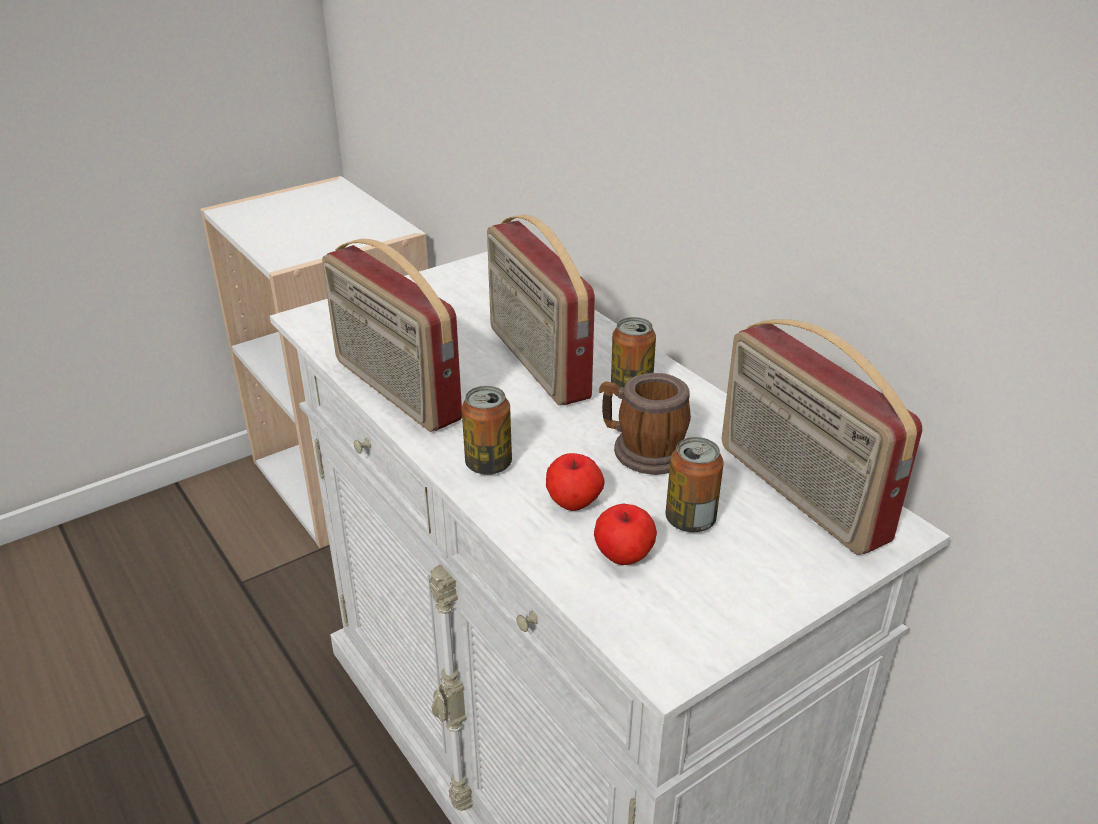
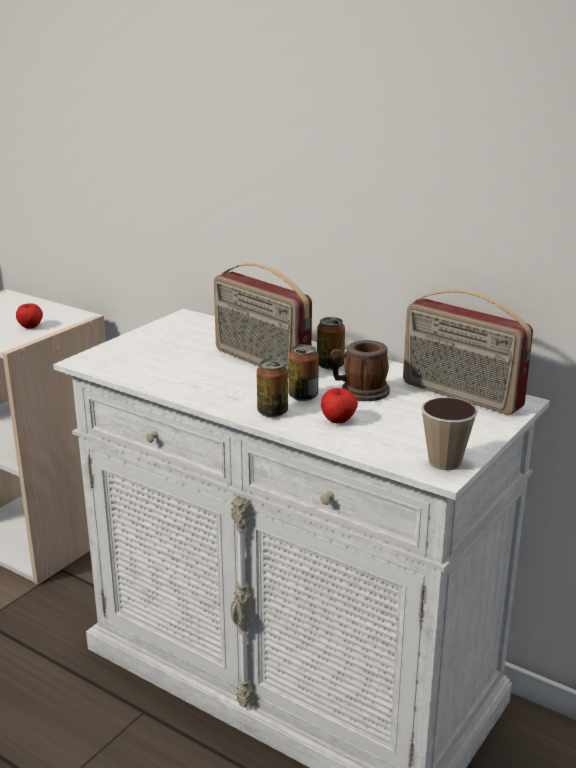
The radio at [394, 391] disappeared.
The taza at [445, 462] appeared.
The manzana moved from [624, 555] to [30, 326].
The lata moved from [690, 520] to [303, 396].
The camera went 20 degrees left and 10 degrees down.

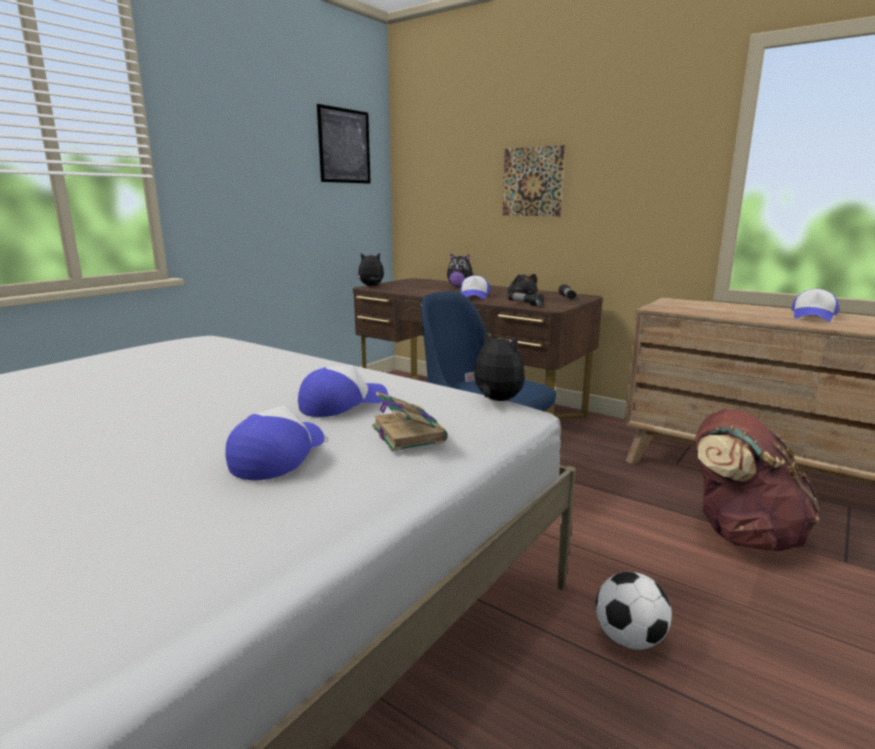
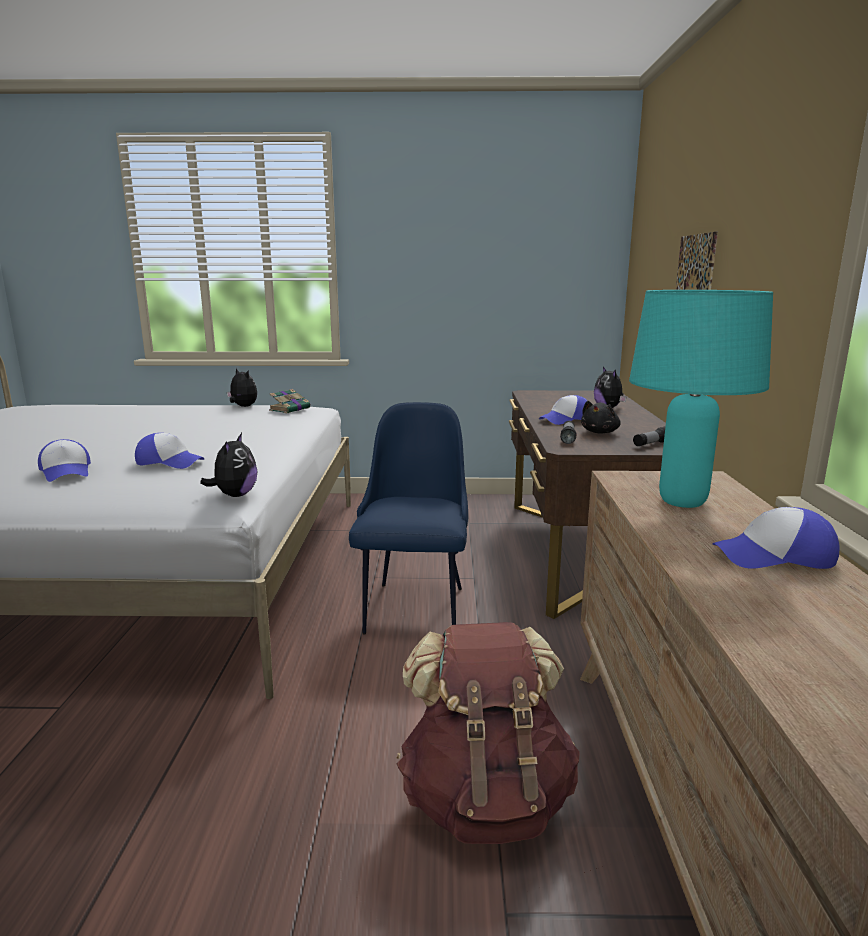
The cuadro at [344, 146] disappeared.
The balón de fútbol at [629, 639] disappeared.
The lámpara de mesa [turquesa] at [682, 502] appeared.
The peluche moved from [371, 286] to [243, 406].
The libro moved from [407, 433] to [290, 409].
The gorra at [278, 455] turned 75 degrees clockwise.
The camera went 55 degrees right and 0 degrees up.

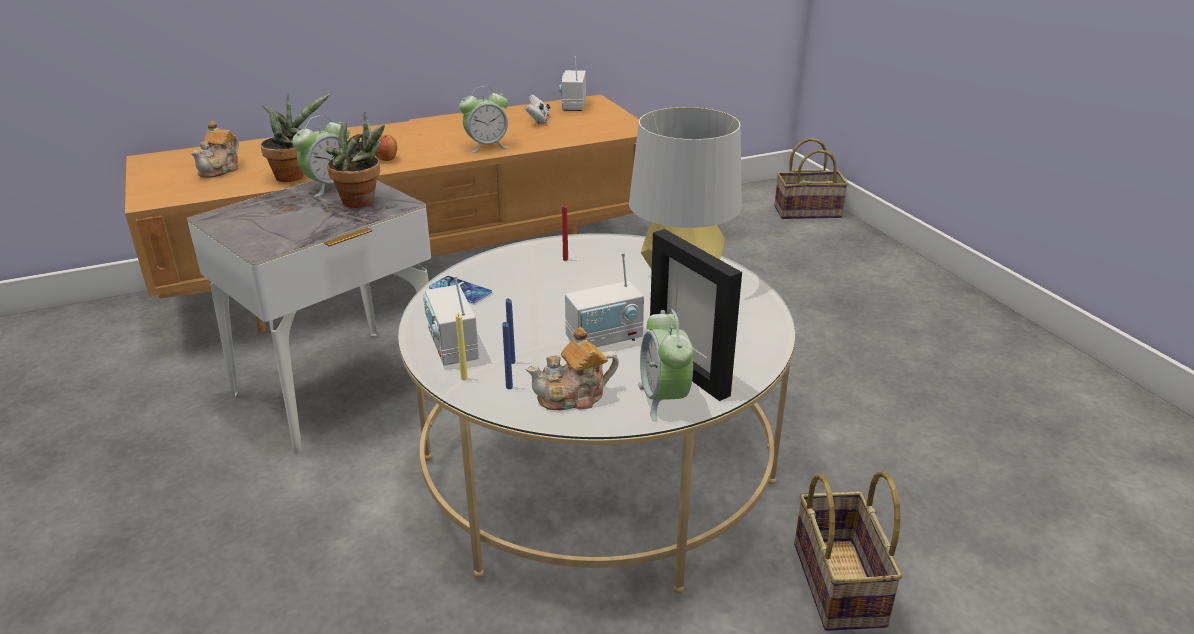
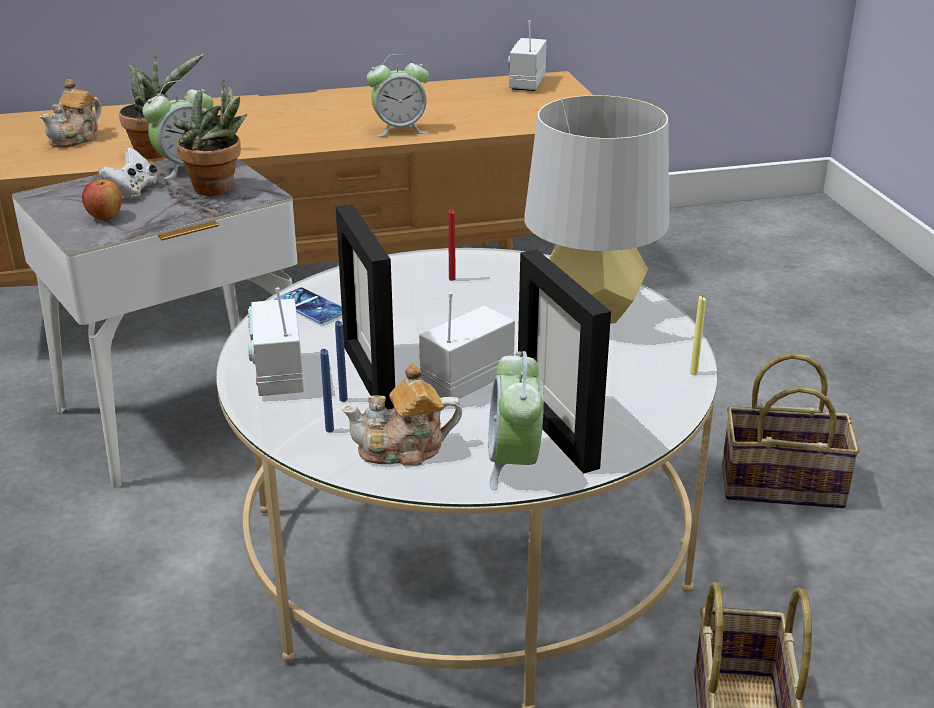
The portarretratos at [371, 375] appeared.
The manzana moved from [386, 159] to [105, 217].
The vela [amarillo] moved from [464, 378] to [693, 372].
The mando de consola [blanco] moved from [538, 120] to [133, 191].
The cesta moved from [809, 211] to [785, 484].
The radio at [604, 339] turned 150 degrees clockwise.
The camera went 10 degrees right and 0 degrees up.

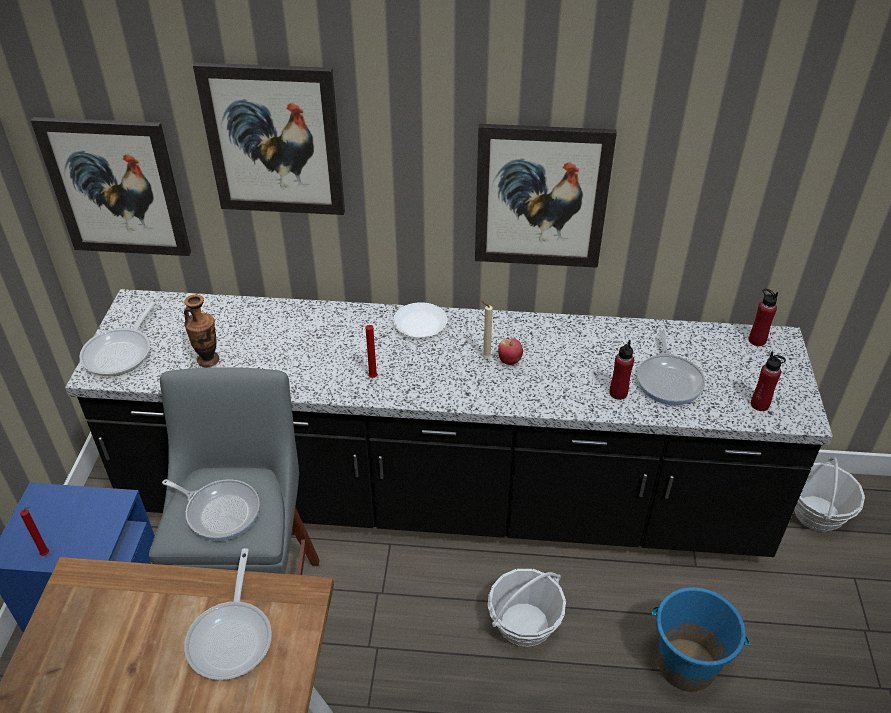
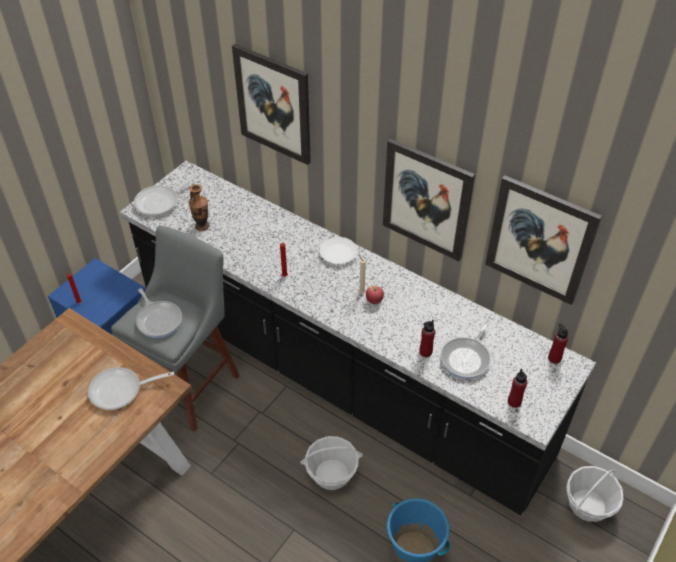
The cuadro moved from [116, 188] to [540, 240].
The sartén at [232, 636] turned 45 degrees clockwise.
The camera went 30 degrees right and 5 degrees up.

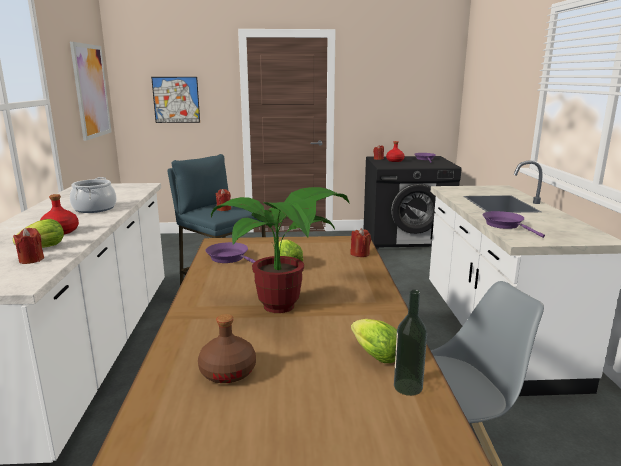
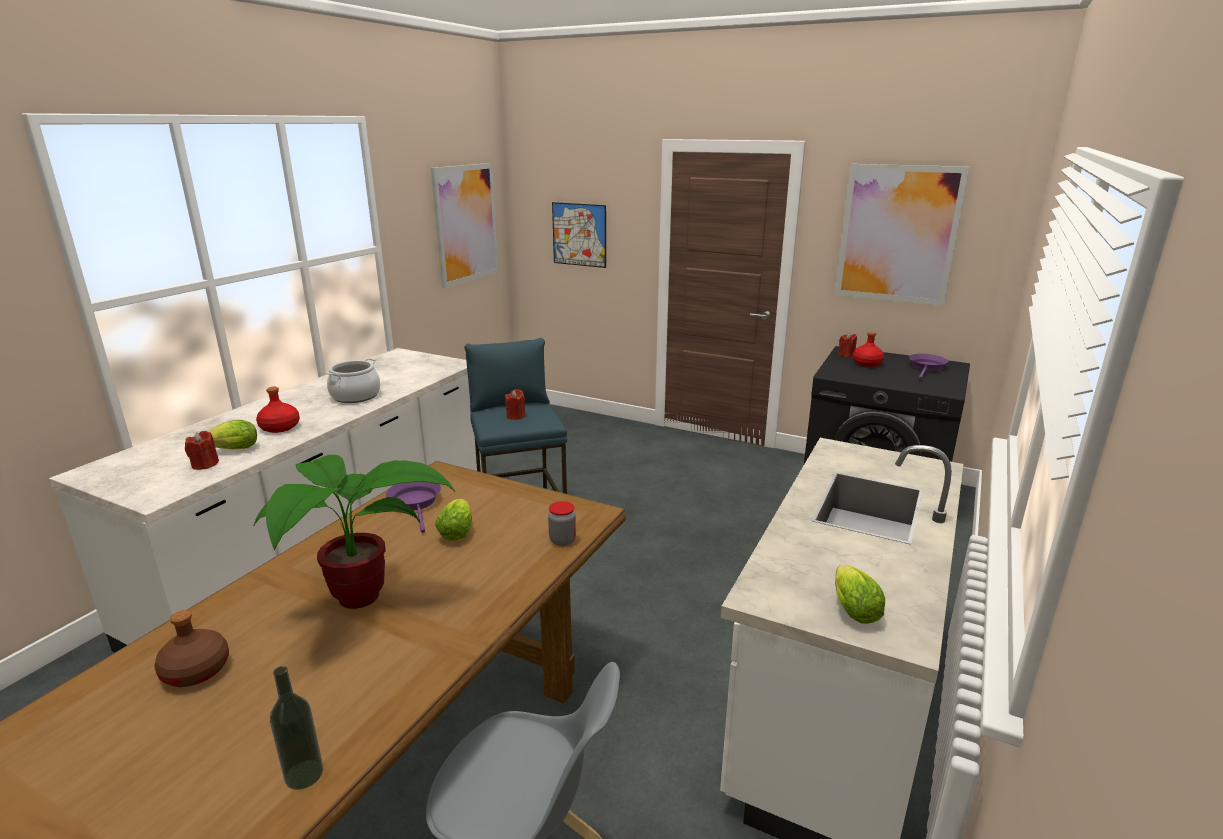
The sartén [morado] at [505, 225] disappeared.
The cuadro at [898, 234] appeared.
The lechuga moved from [373, 354] to [852, 608].
The vela [rojo] at [360, 254] was replaced by the tarro at [562, 540].
The camera went 30 degrees right and 5 degrees up.

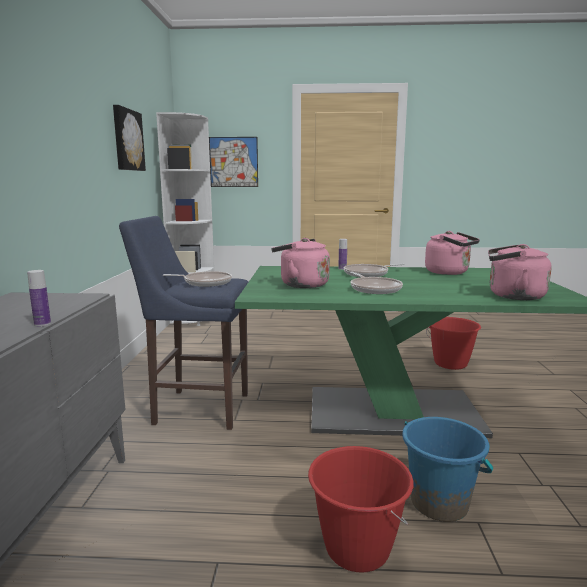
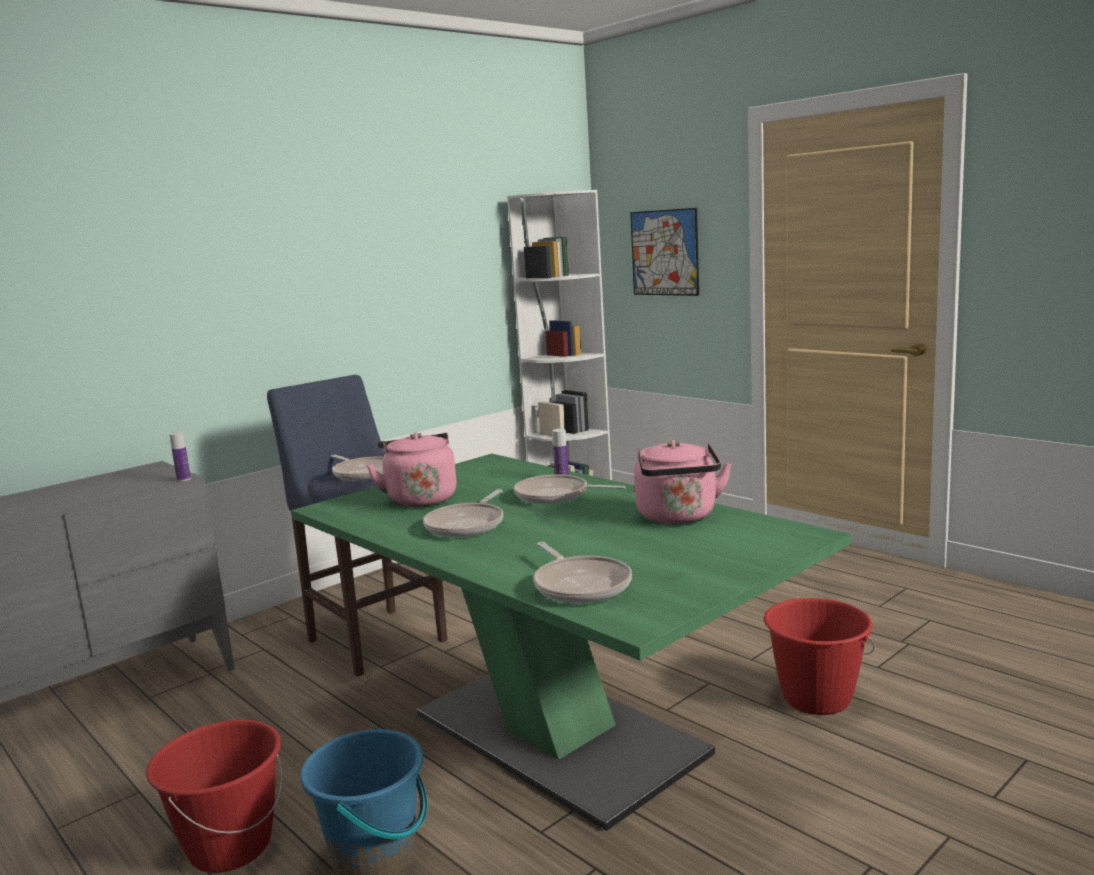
The cuadro at [127, 140] disappeared.
The botella moved from [42, 324] to [183, 479].
The hervidor [rosa] at [512, 296] was replaced by the sartén at [580, 585].
The camera went 45 degrees right and 0 degrees up.

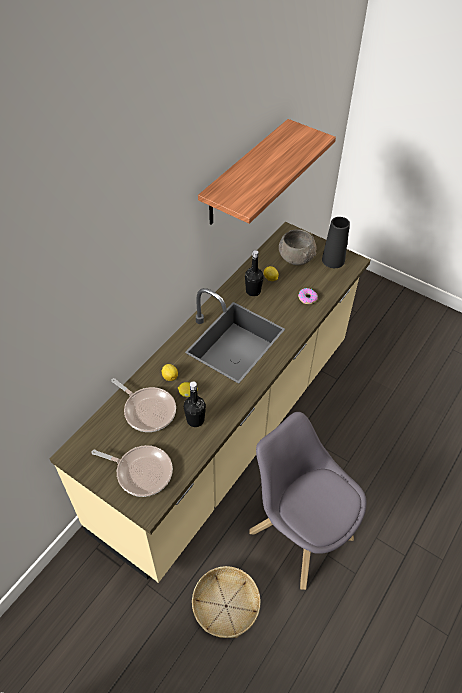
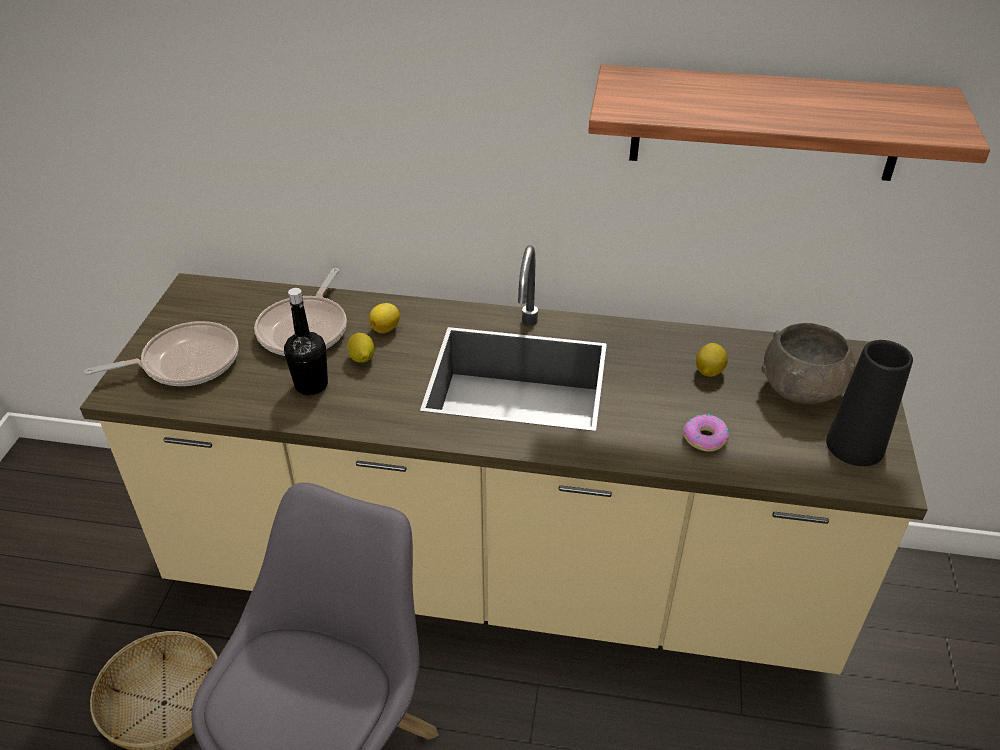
The botella [negro] at [253, 291] disappeared.
The sartén at [141, 472] turned 105 degrees counterclockwise.
The camera went 65 degrees right and 10 degrees down.

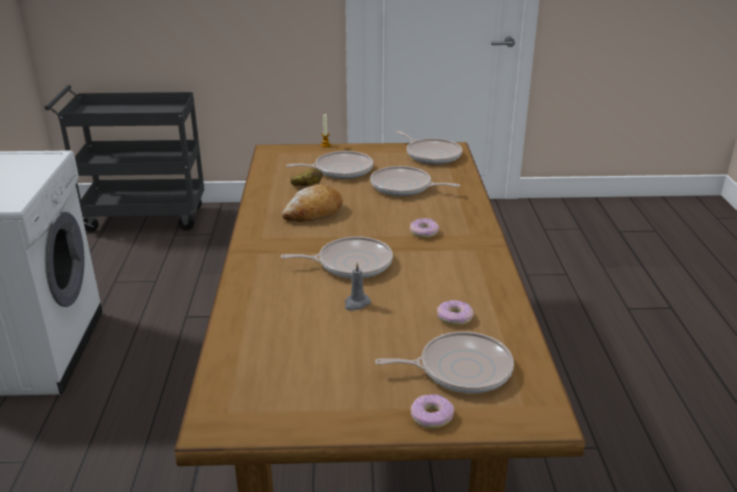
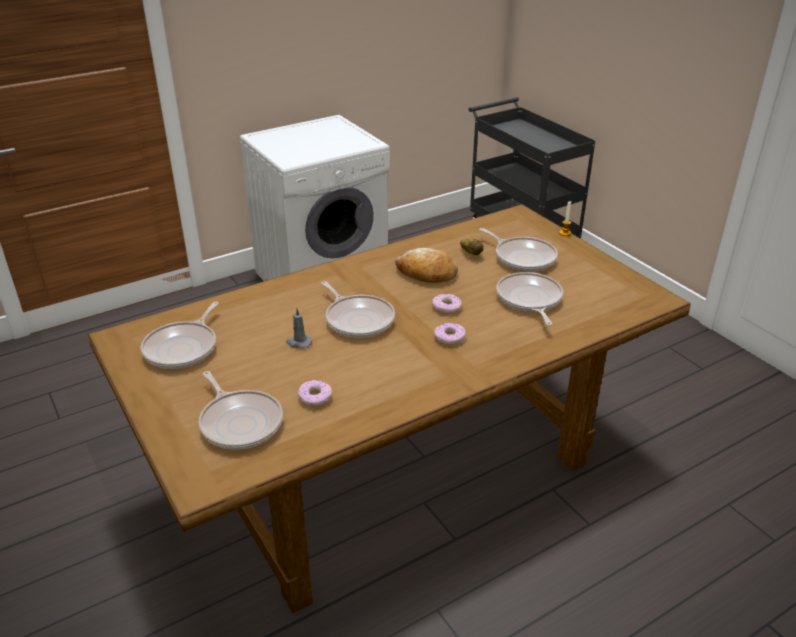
The sartén moved from [431, 155] to [183, 348].
The rosquilla moved from [431, 416] to [446, 308].
The camera went 60 degrees right and 5 degrees up.

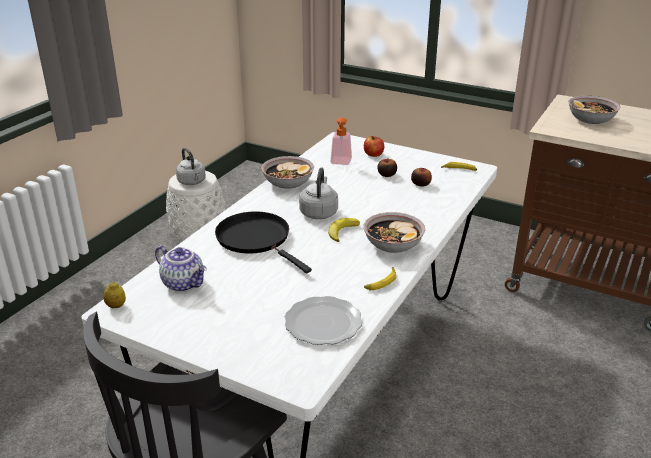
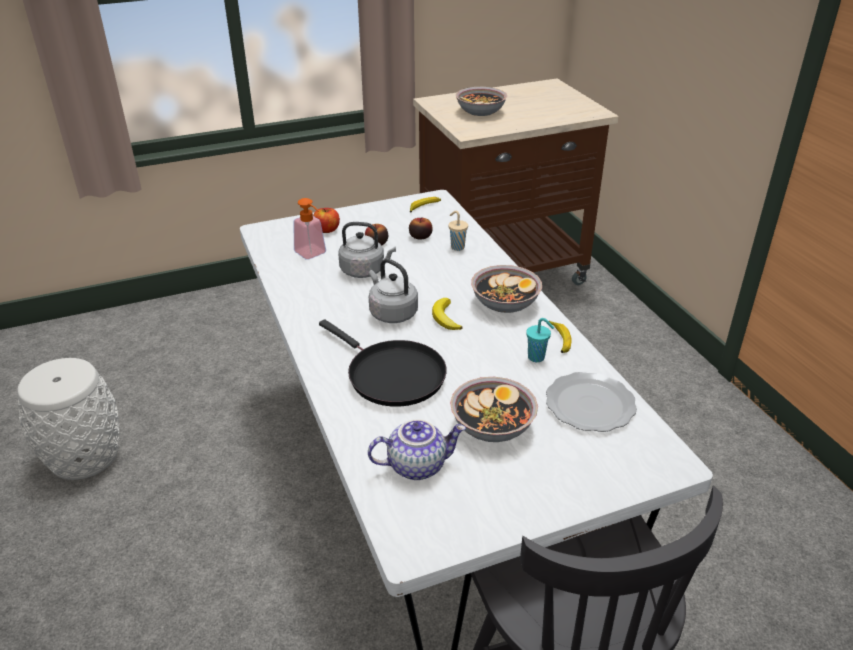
The limón at [116, 306] disappeared.
The taza [beis] at [457, 247] appeared.
The taza [turquesa] at [537, 358] appeared.
The hervidor [gris] moved from [192, 182] to [365, 271].
The cuenco moved from [288, 183] to [492, 426].
The sartén [negro] at [256, 239] turned 135 degrees counterclockwise.
The camera went 50 degrees left and 5 degrees up.

